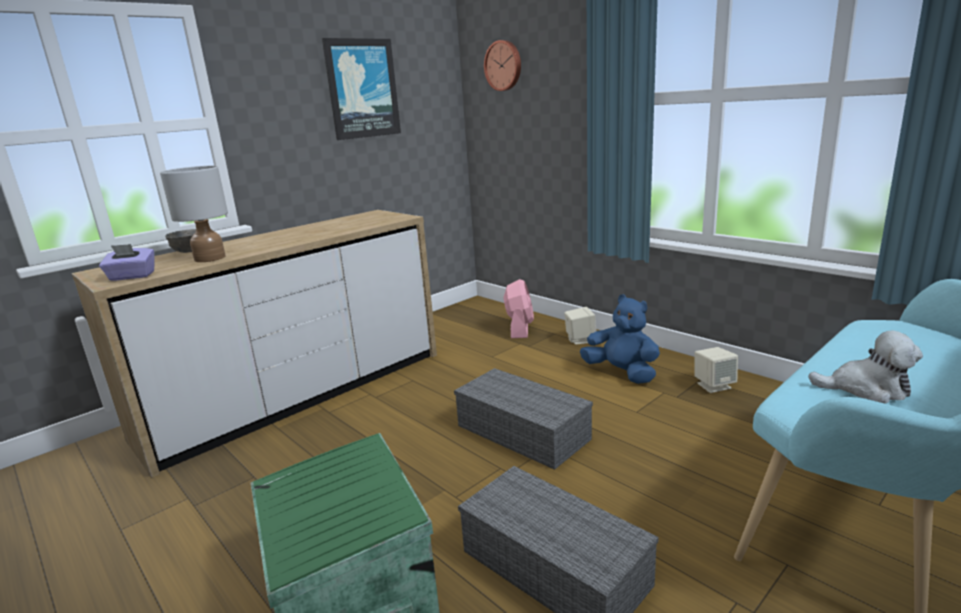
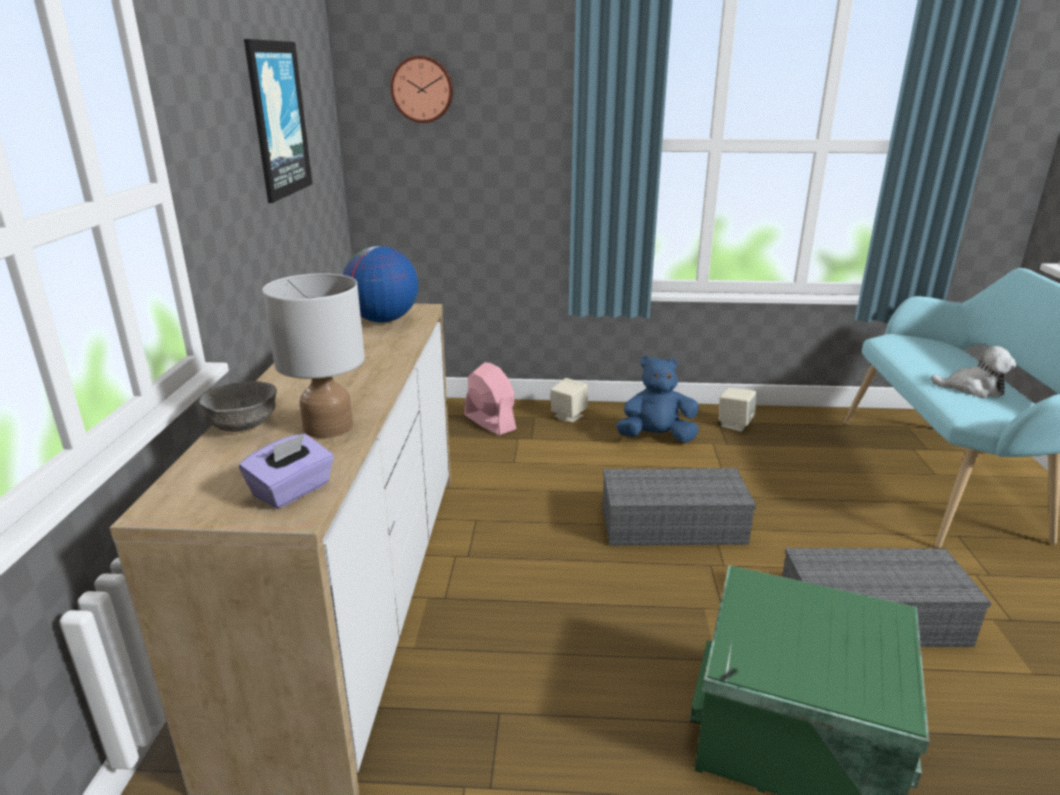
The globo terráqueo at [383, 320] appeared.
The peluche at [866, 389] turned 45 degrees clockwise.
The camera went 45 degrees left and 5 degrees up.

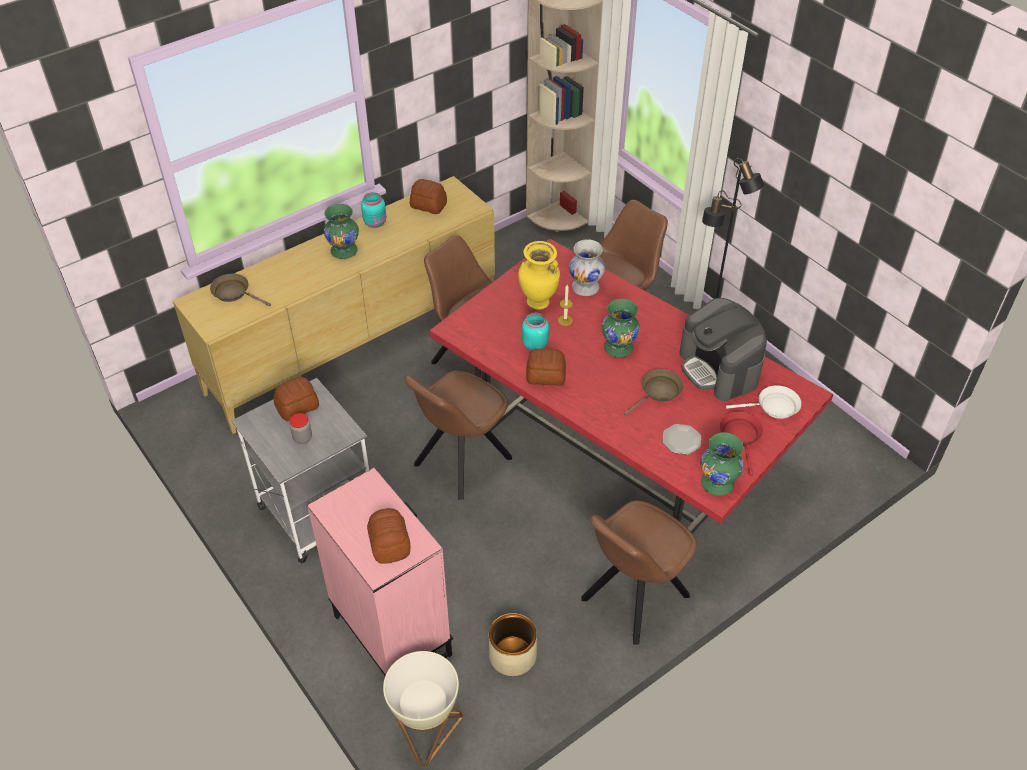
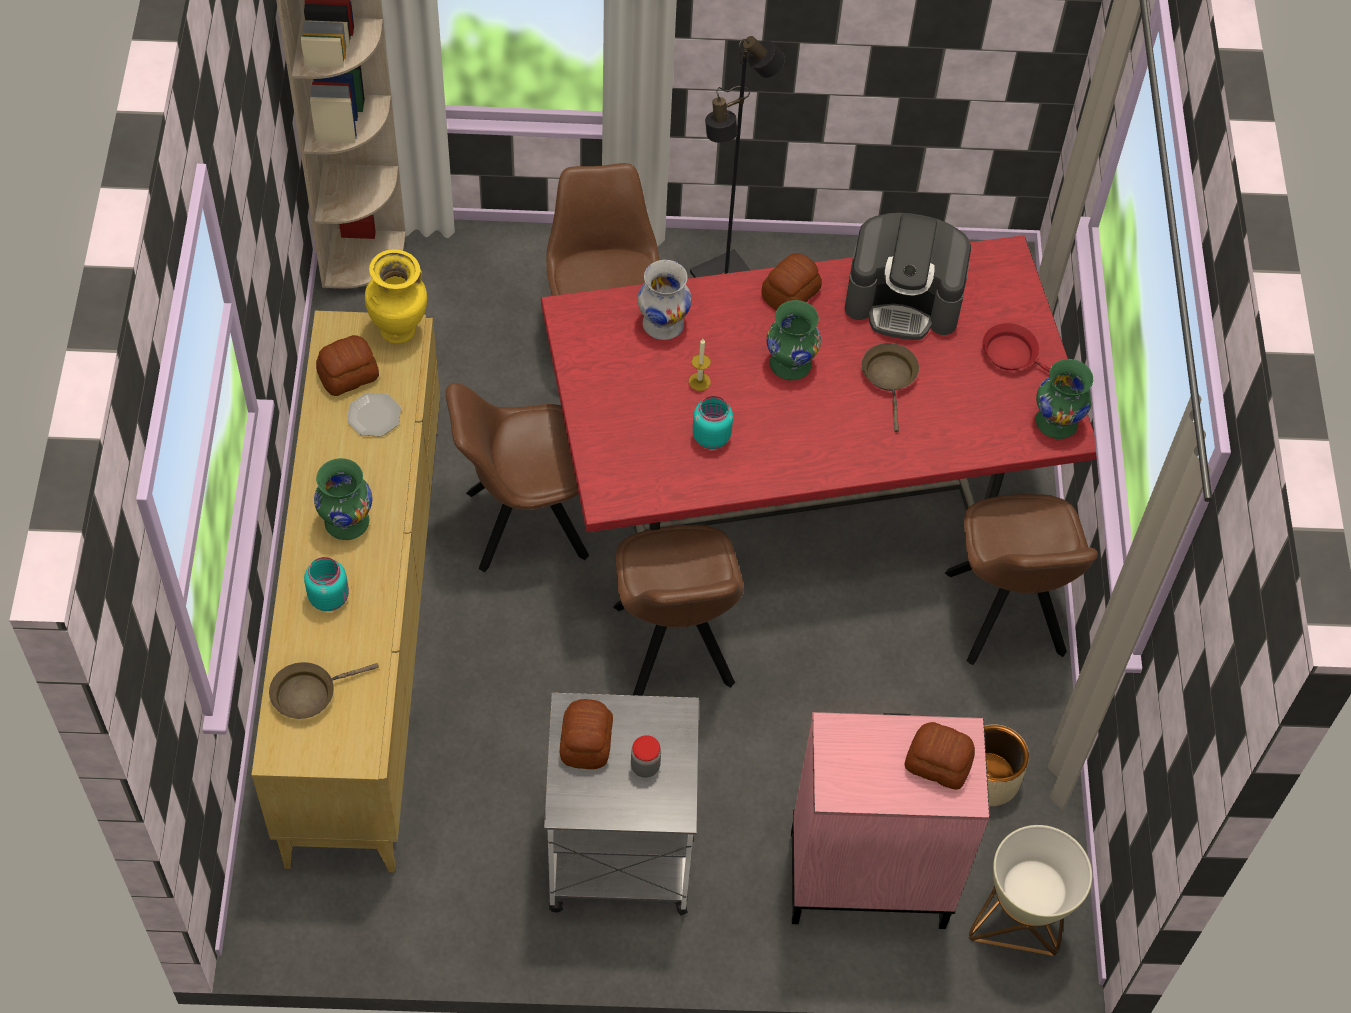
The sartén [blanco] at [774, 407] disappeared.
The tarro [turquesa] moved from [375, 222] to [329, 596].
The florero [amarillo] moved from [538, 303] to [399, 332].
The pan moved from [546, 376] to [791, 294].
The plato moved from [681, 440] to [373, 416].
The camera went 55 degrees left and 10 degrees up.

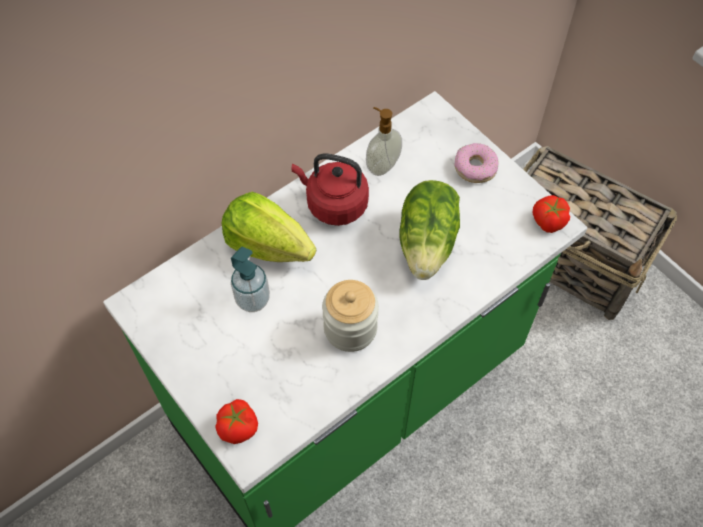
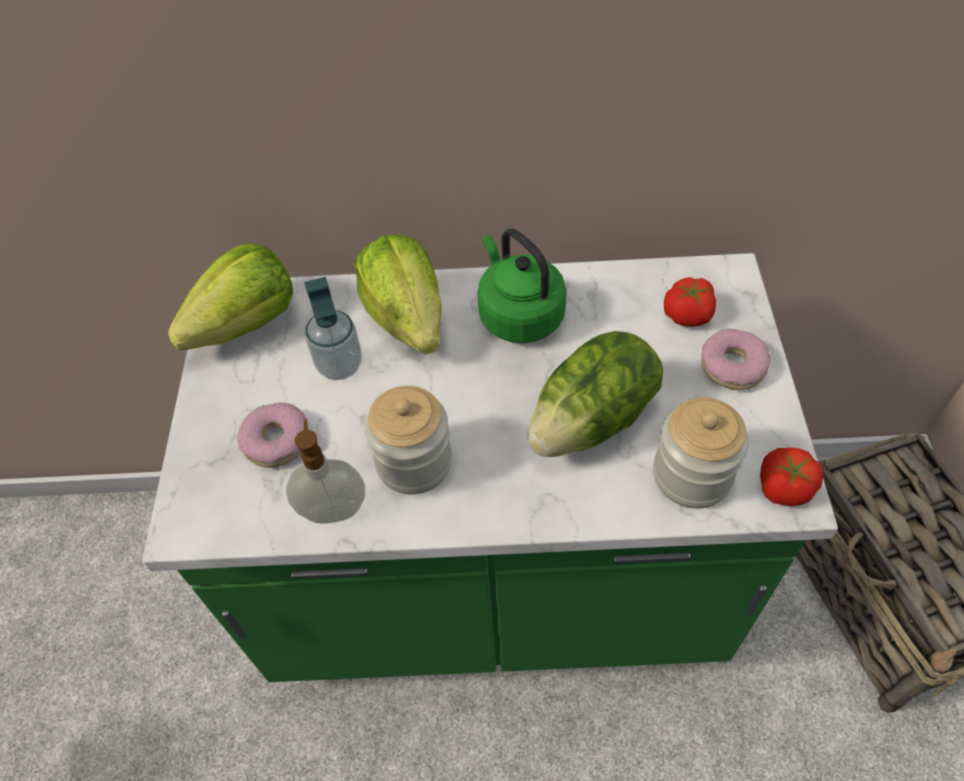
The lechuga at [247, 324] appeared.
The rosquilla at [276, 440] appeared.
The tarro at [692, 475] appeared.
The tomate moved from [238, 426] to [688, 314].
The dispensador de jabón moved from [382, 165] to [333, 509].
The hervidor [rojo] at [333, 204] became the hervidor [verde] at [518, 314].
The camera went 40 degrees right and 5 degrees down.

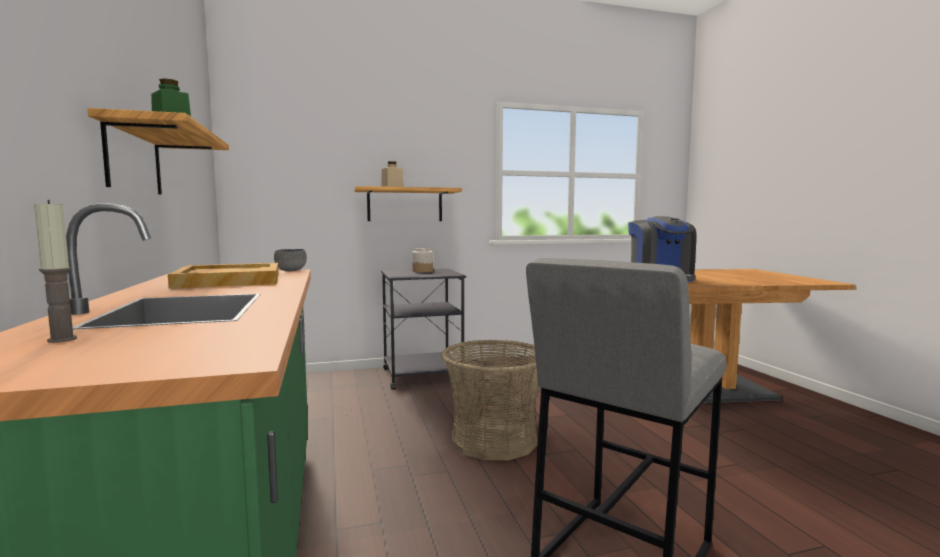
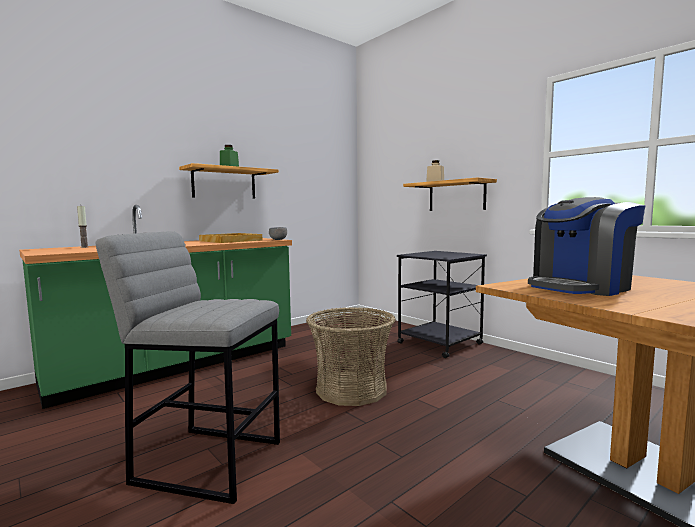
The tarro at [423, 271] disappeared.
The camera went 65 degrees right and 0 degrees up.

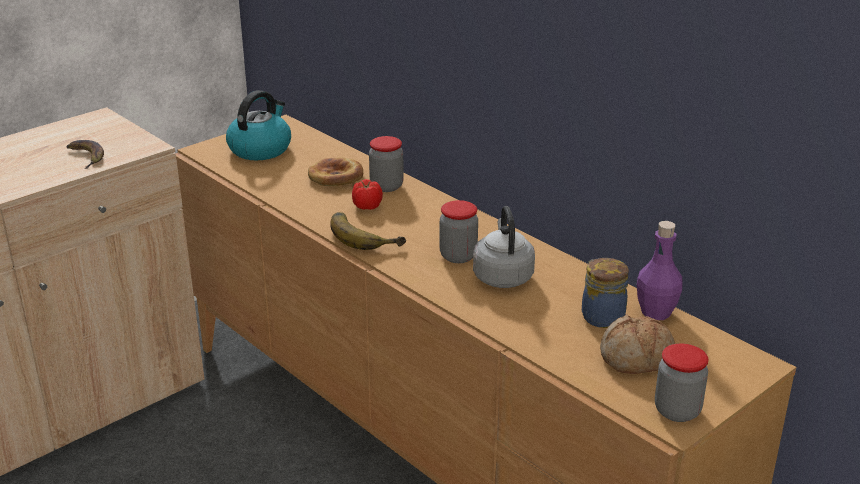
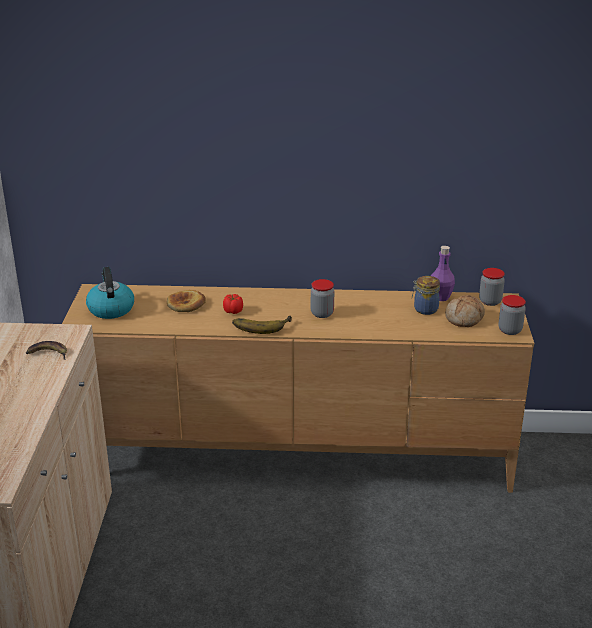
The hervidor [gris] at [502, 276] disappeared.
The tarro moved from [386, 186] to [490, 301].
The camera went 45 degrees left and 0 degrees up.

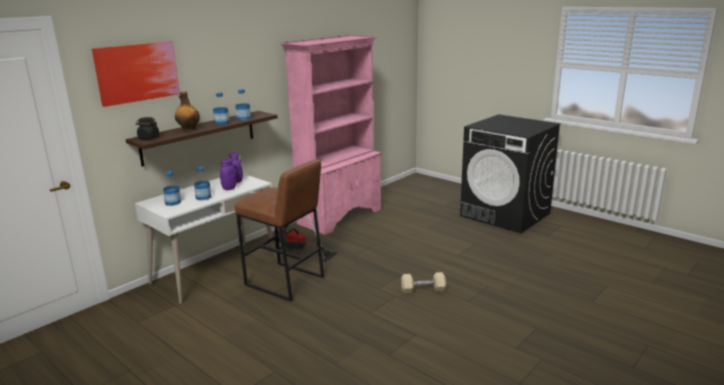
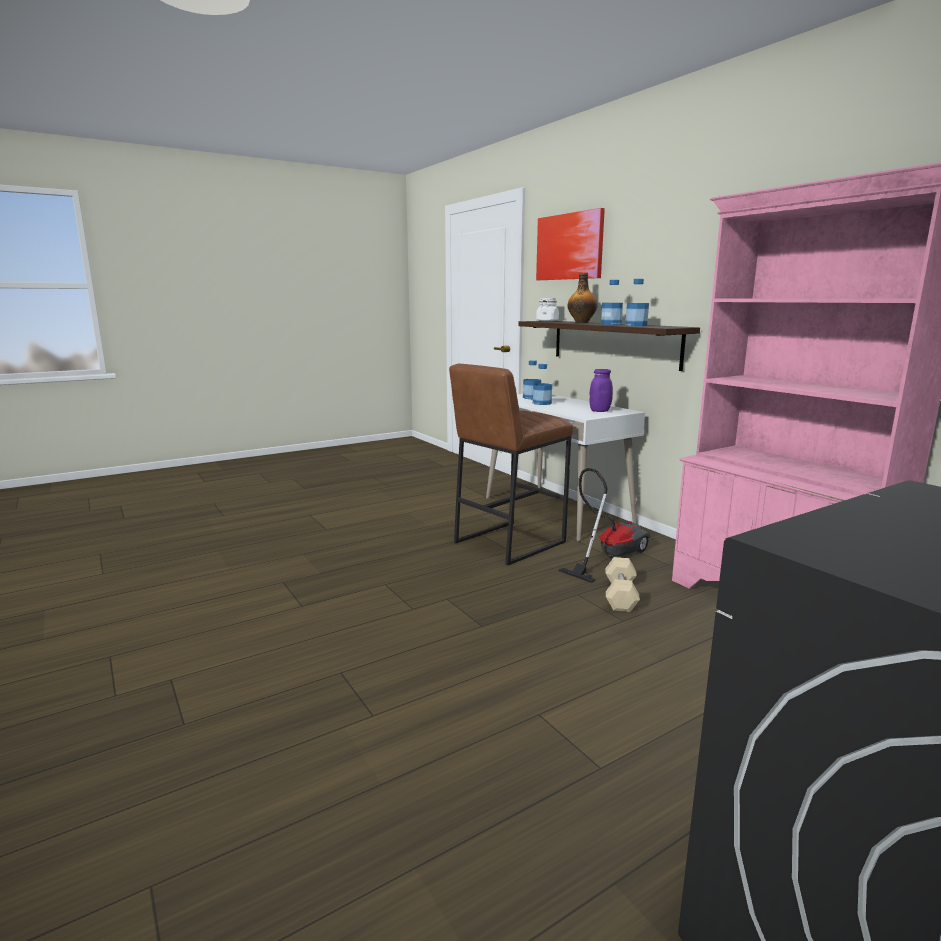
The tarro [morado] at [229, 188] disappeared.
The mancuerna [beis] moved from [423, 289] to [620, 595].
The tarro [negro] at [148, 138] became the tarro [blanco] at [547, 321].
The camera went 105 degrees right and 5 degrees down.

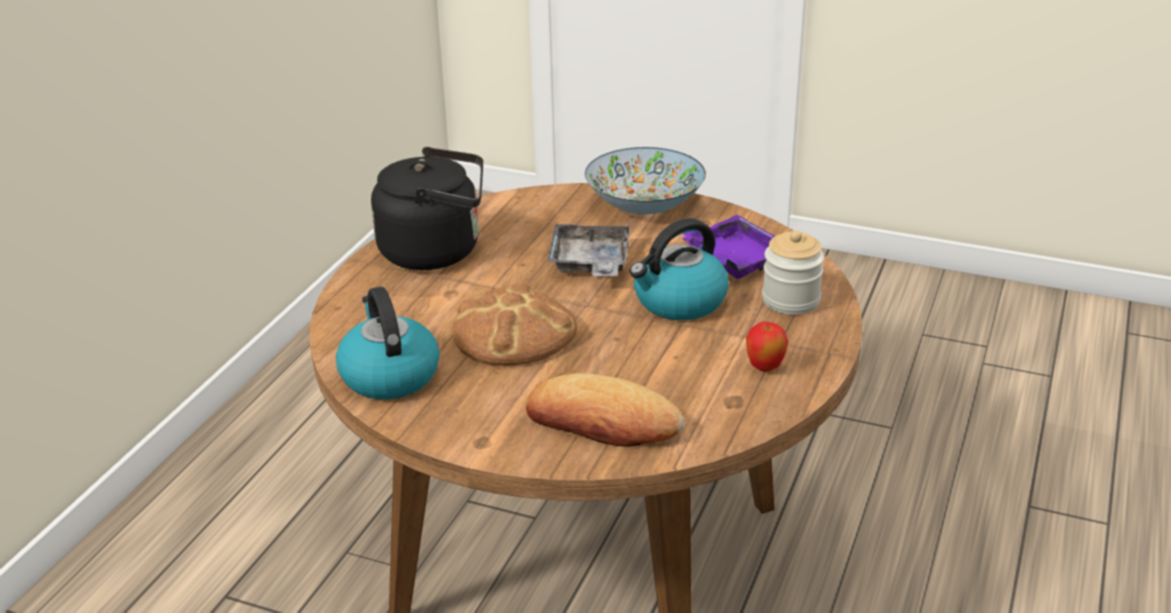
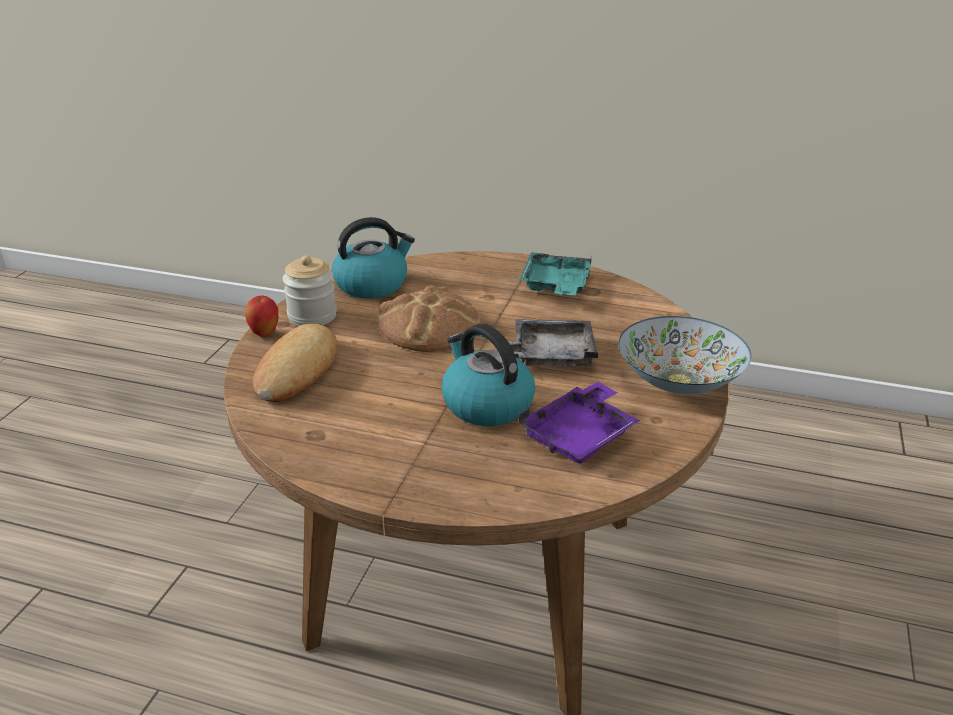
The manzana moved from [765, 368] to [264, 334].
The tarro moved from [791, 300] to [312, 316].
The hervidor [negro] at [437, 251] was replaced by the bandeja [turquesa] at [556, 286].
The camera went 85 degrees right and 0 degrees up.

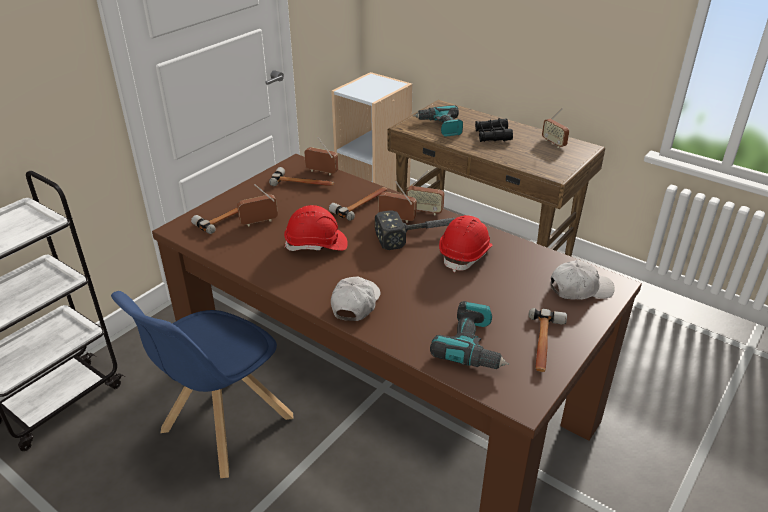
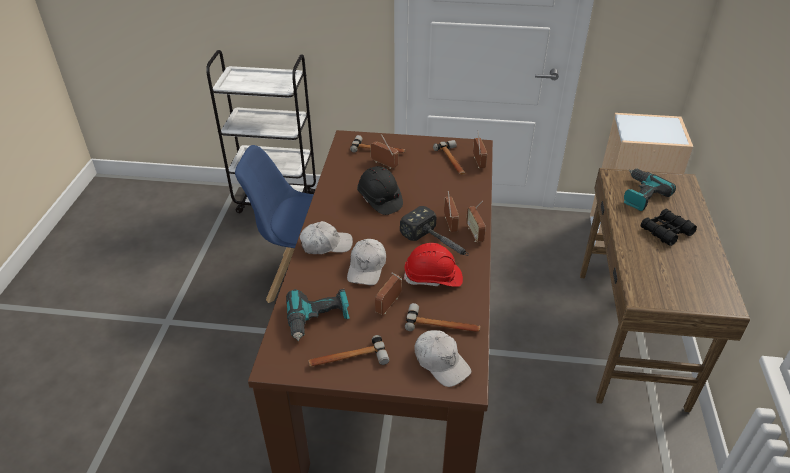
The gorra [blanco] at [367, 267] appeared.
The martillo moved from [362, 204] to [443, 325].
The radio moved from [554, 143] to [389, 305].
The casco [rojo] at [316, 245] became the casco [negro] at [379, 200].
The camera went 60 degrees right and 5 degrees up.

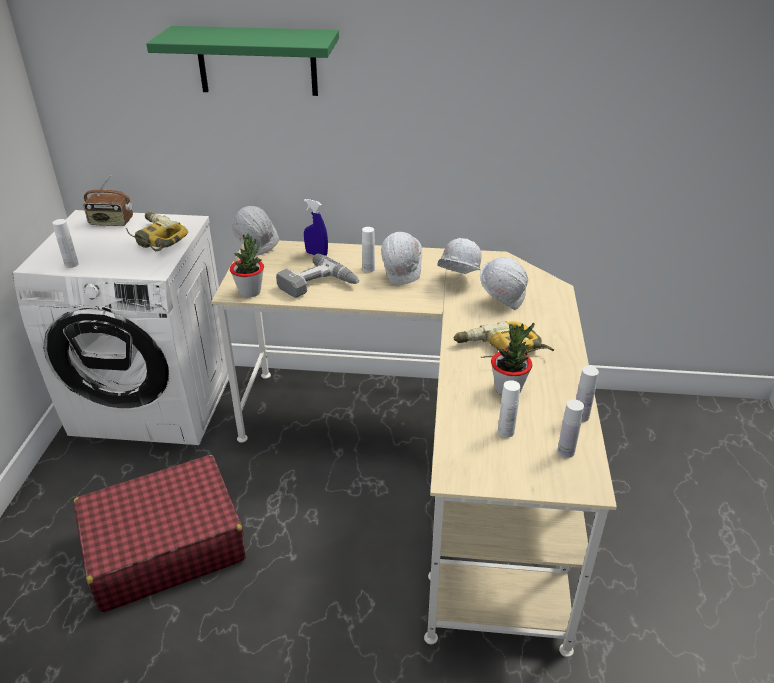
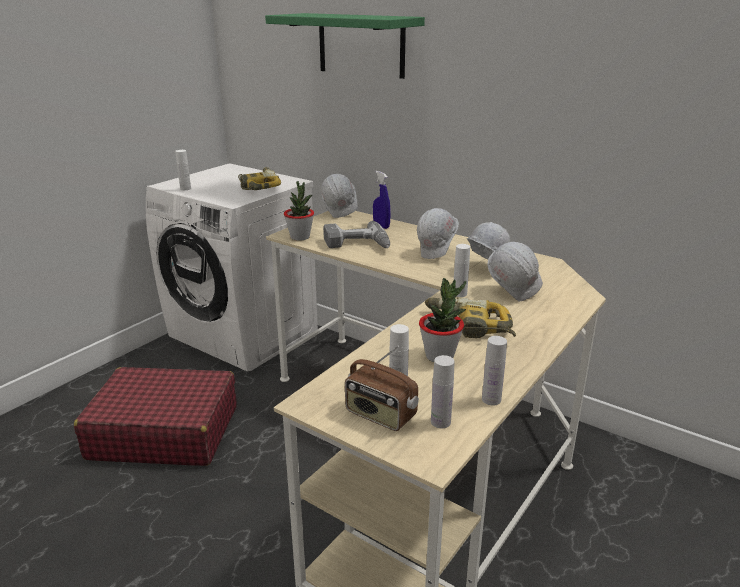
The radio moved from [111, 222] to [380, 415].
The botella [blanco] moved from [368, 269] to [459, 294].
The camera went 30 degrees right and 10 degrees down.

